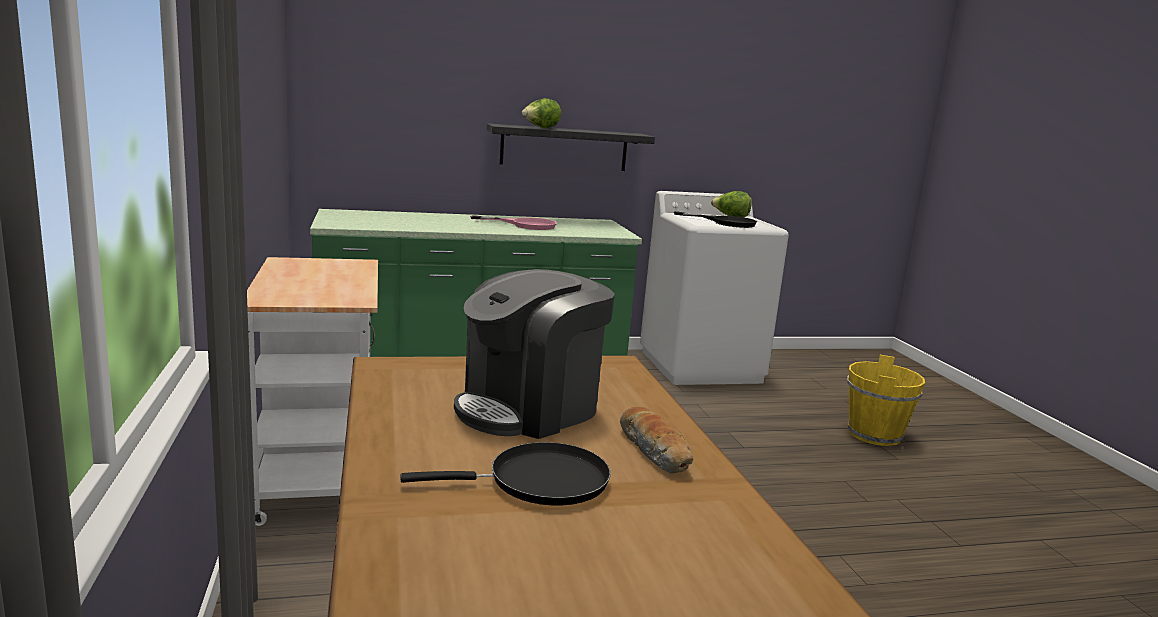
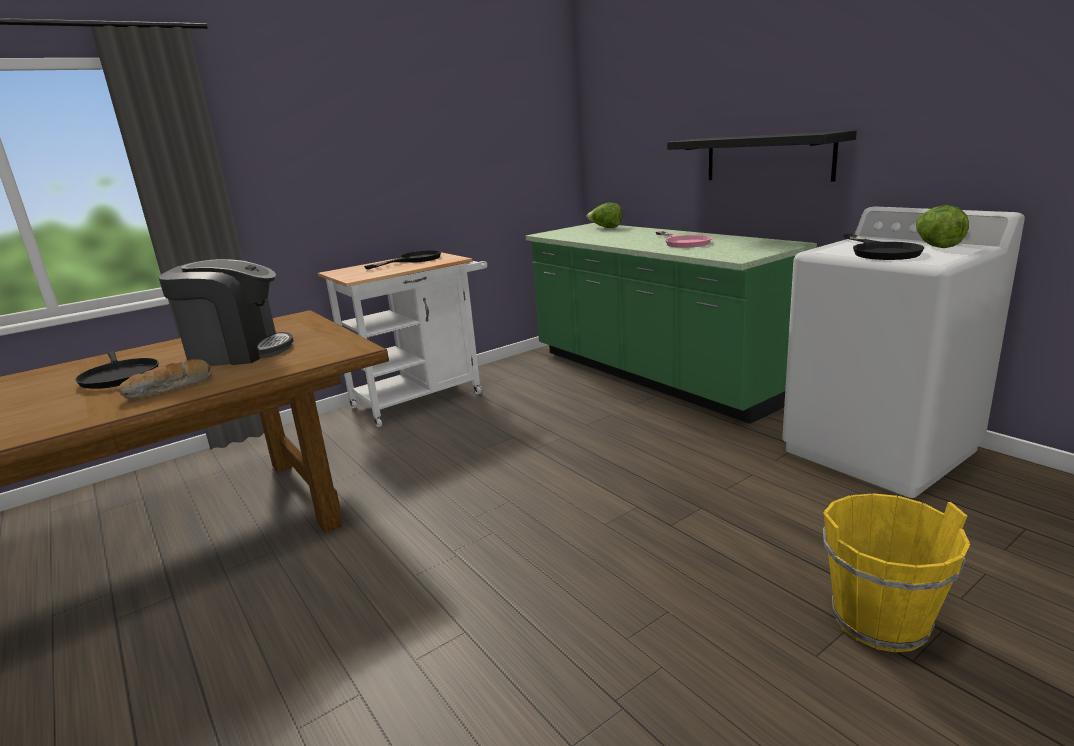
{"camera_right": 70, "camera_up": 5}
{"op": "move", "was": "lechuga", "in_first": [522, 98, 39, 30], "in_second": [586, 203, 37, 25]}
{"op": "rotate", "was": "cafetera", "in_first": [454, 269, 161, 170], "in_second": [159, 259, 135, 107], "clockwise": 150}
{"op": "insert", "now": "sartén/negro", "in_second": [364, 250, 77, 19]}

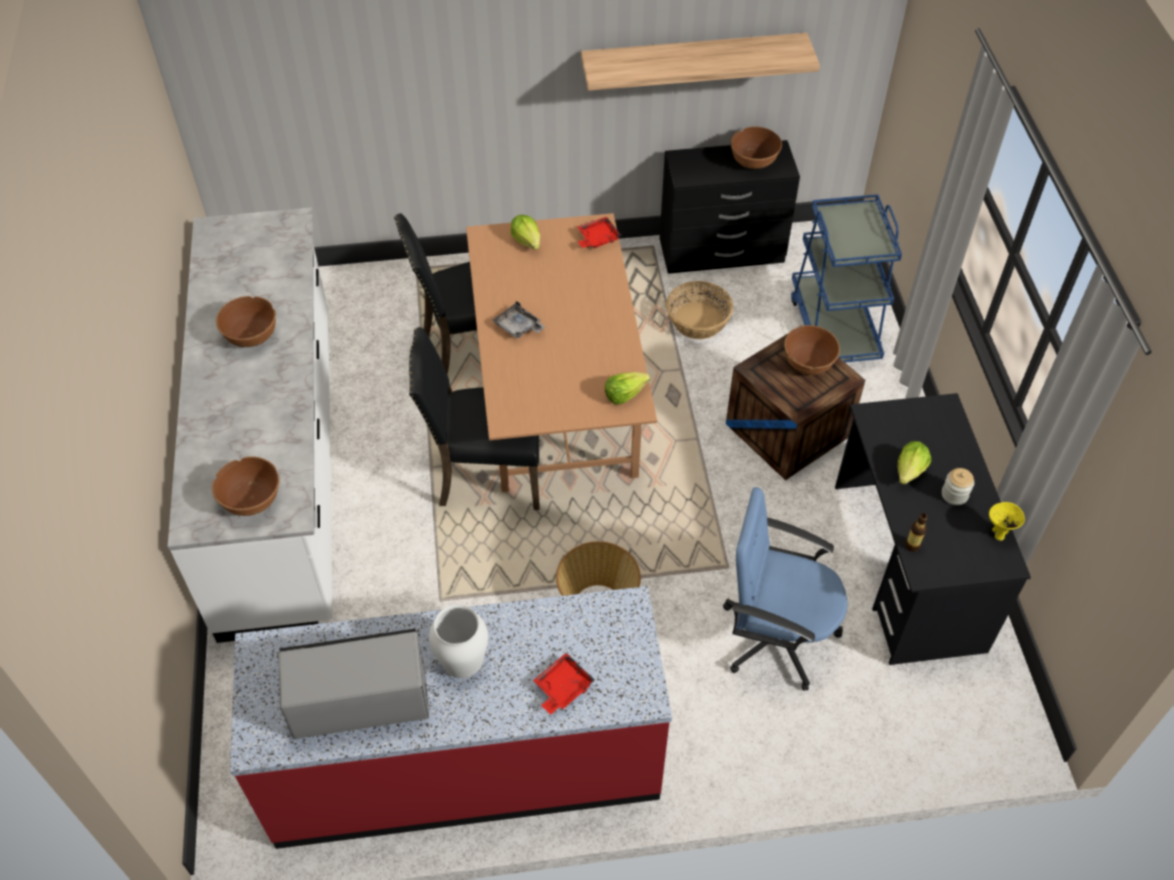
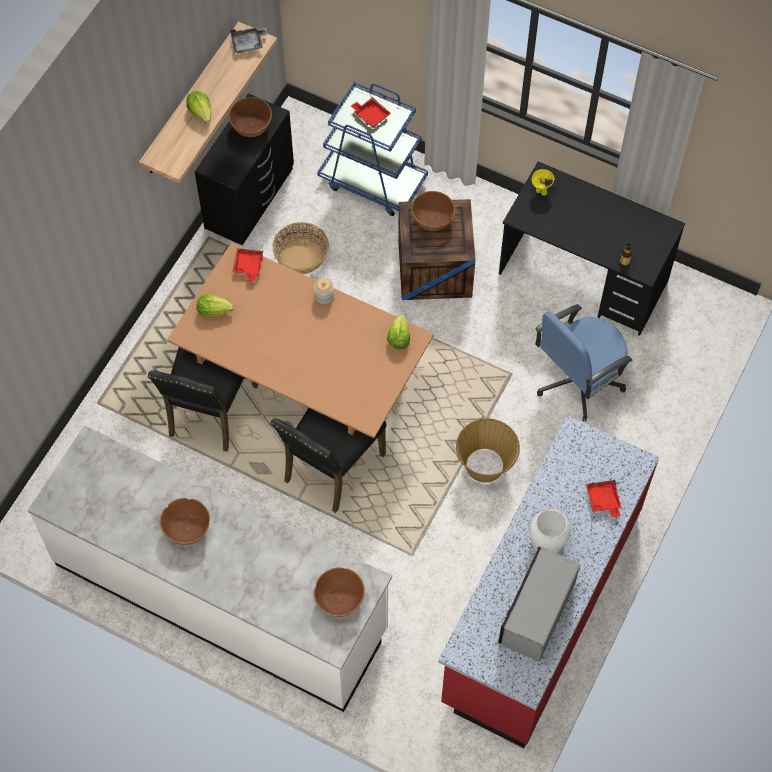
{"camera_right": -55, "camera_up": 10}
{"op": "move", "was": "bandeja/gris", "in_first": [492, 301, 53, 37], "in_second": [231, 27, 37, 26]}
{"op": "move", "was": "lechuga", "in_first": [898, 441, 33, 43], "in_second": [186, 91, 25, 33]}
{"op": "move", "was": "tarro", "in_first": [942, 468, 32, 37], "in_second": [314, 278, 20, 26]}
{"op": "move", "was": "cuenco/amarillo", "in_first": [989, 502, 36, 39], "in_second": [531, 169, 24, 27]}
{"op": "insert", "now": "bandeja/rojo", "in_second": [351, 97, 40, 31]}

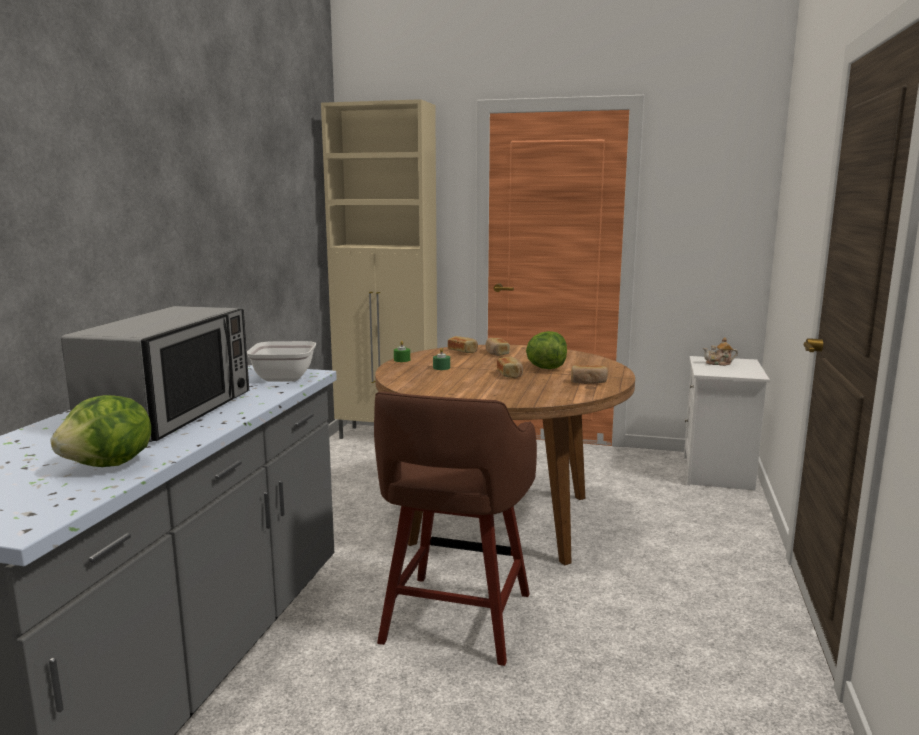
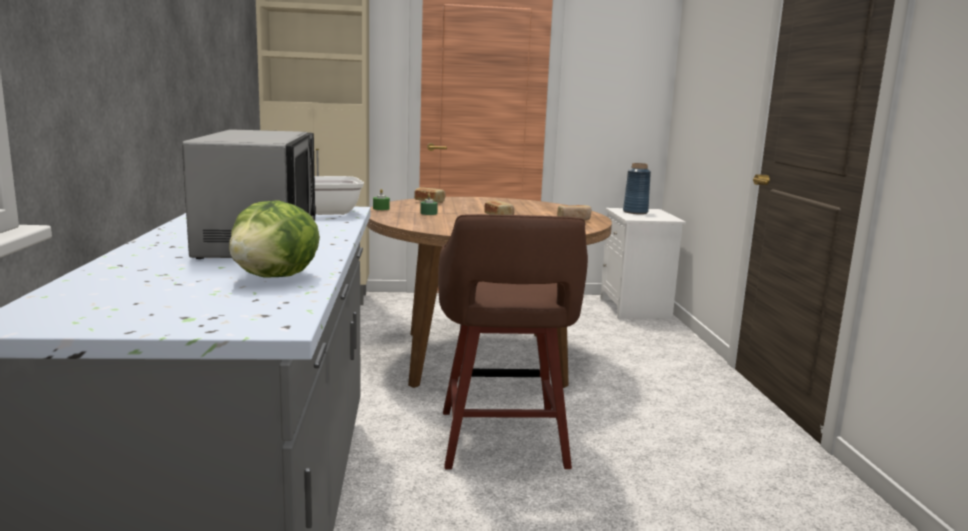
{"camera_right": -20, "camera_up": 0}
{"op": "delete", "was": "lechuga", "in_first": [526, 331, 41, 38]}
{"op": "replace", "was": "tetera", "now": "florero/azul", "in_first": [703, 337, 35, 29], "in_second": [623, 163, 28, 51]}
{"op": "delete", "was": "pan", "in_first": [486, 338, 24, 18]}

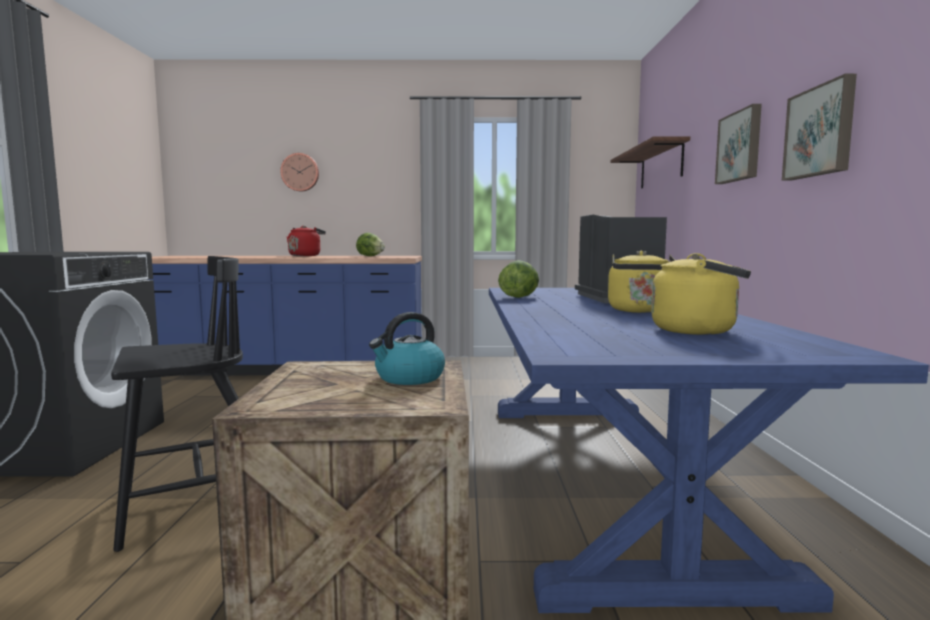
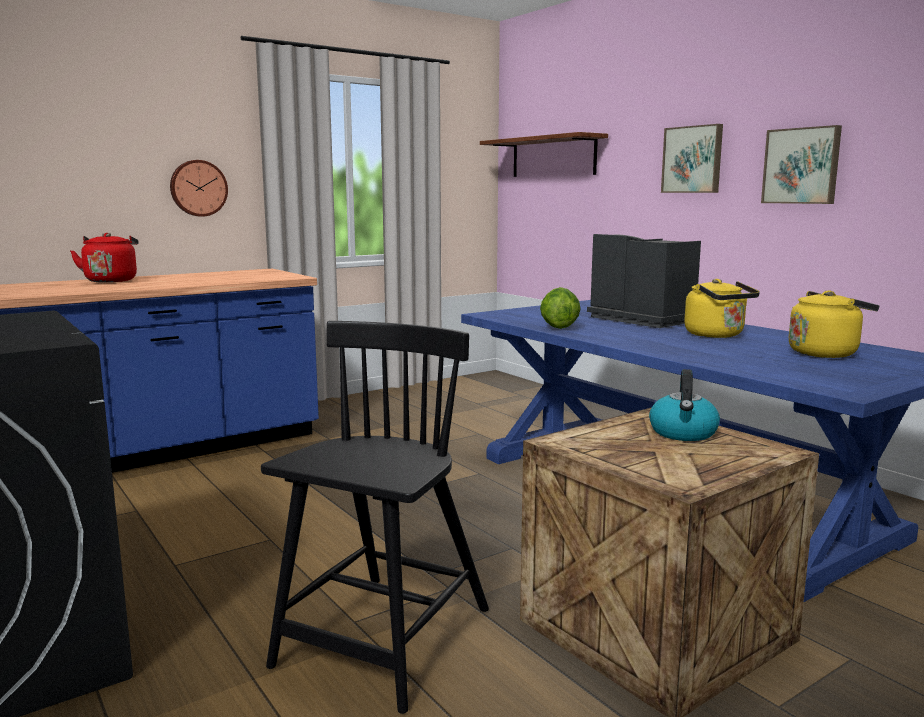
{"camera_right": -35, "camera_up": 5}
{"op": "move", "was": "reloj de pared", "in_first": [280, 153, 39, 38], "in_second": [170, 160, 58, 57]}
{"op": "delete", "was": "lechuga", "in_first": [356, 233, 29, 23]}

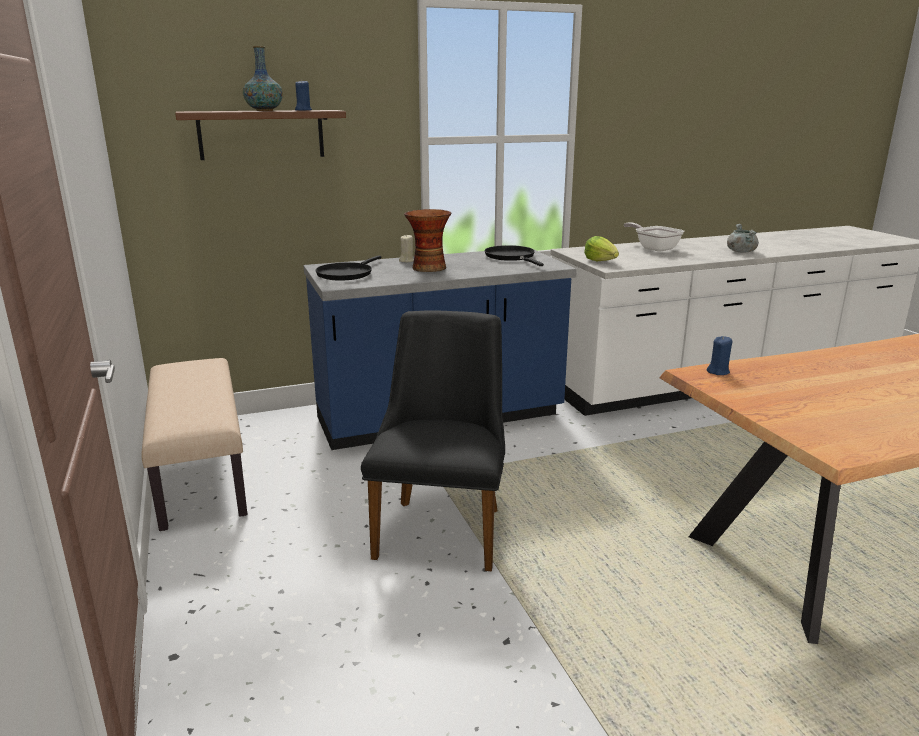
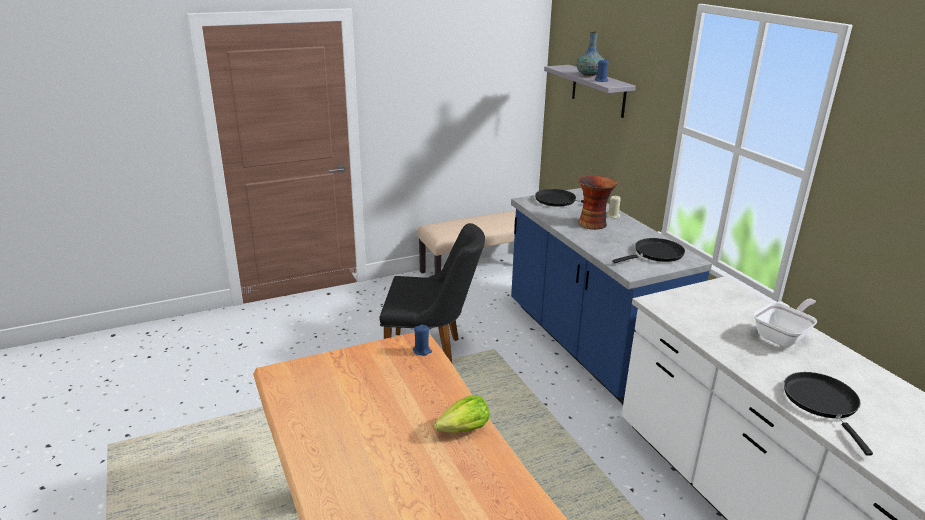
{"camera_right": 85, "camera_up": 5}
{"op": "recolor", "was": "estante/marrón", "now": "estante/gris", "in_first": [175, 110, 171, 50], "in_second": [544, 65, 92, 53]}
{"op": "replace", "was": "olla/gris", "now": "sartén/negro", "in_first": [727, 224, 31, 29], "in_second": [784, 372, 89, 84]}
{"op": "move", "was": "lechuga", "in_first": [584, 236, 35, 26], "in_second": [434, 396, 55, 37]}

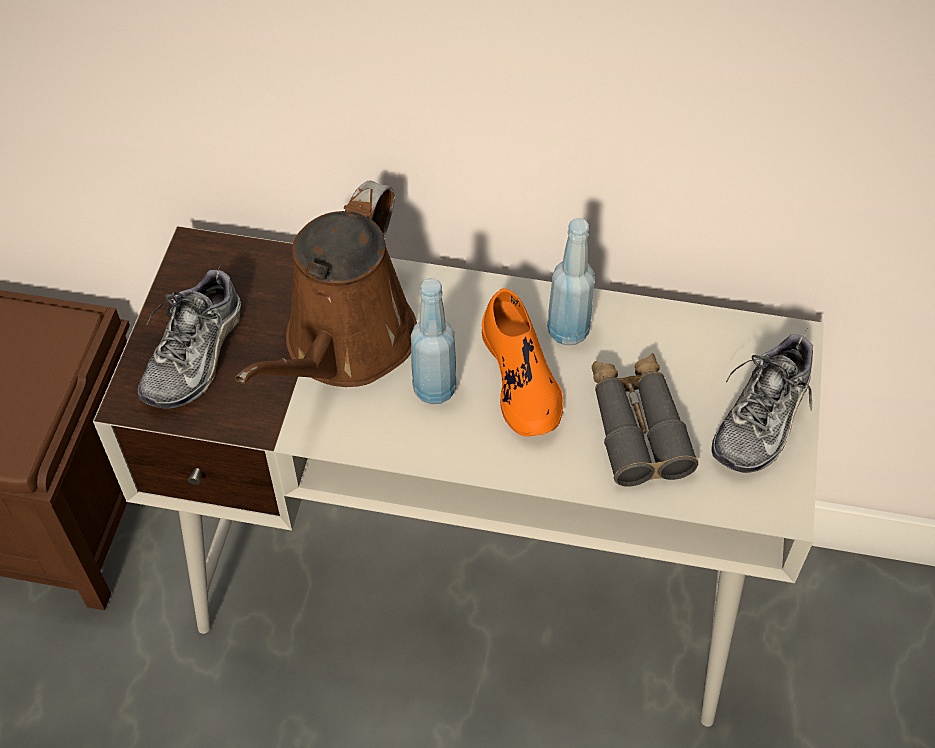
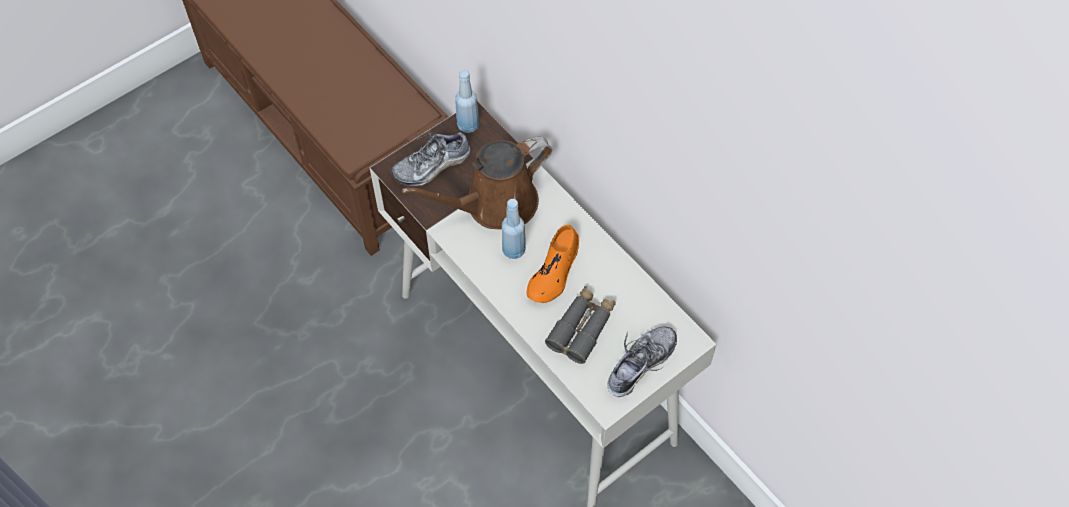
{"camera_right": 40, "camera_up": 5}
{"op": "move", "was": "botella/azul", "in_first": [547, 218, 48, 127], "in_second": [455, 70, 24, 63]}
{"op": "rotate", "was": "zapato", "in_first": [711, 329, 102, 144], "in_second": [607, 327, 70, 70], "clockwise": 150}

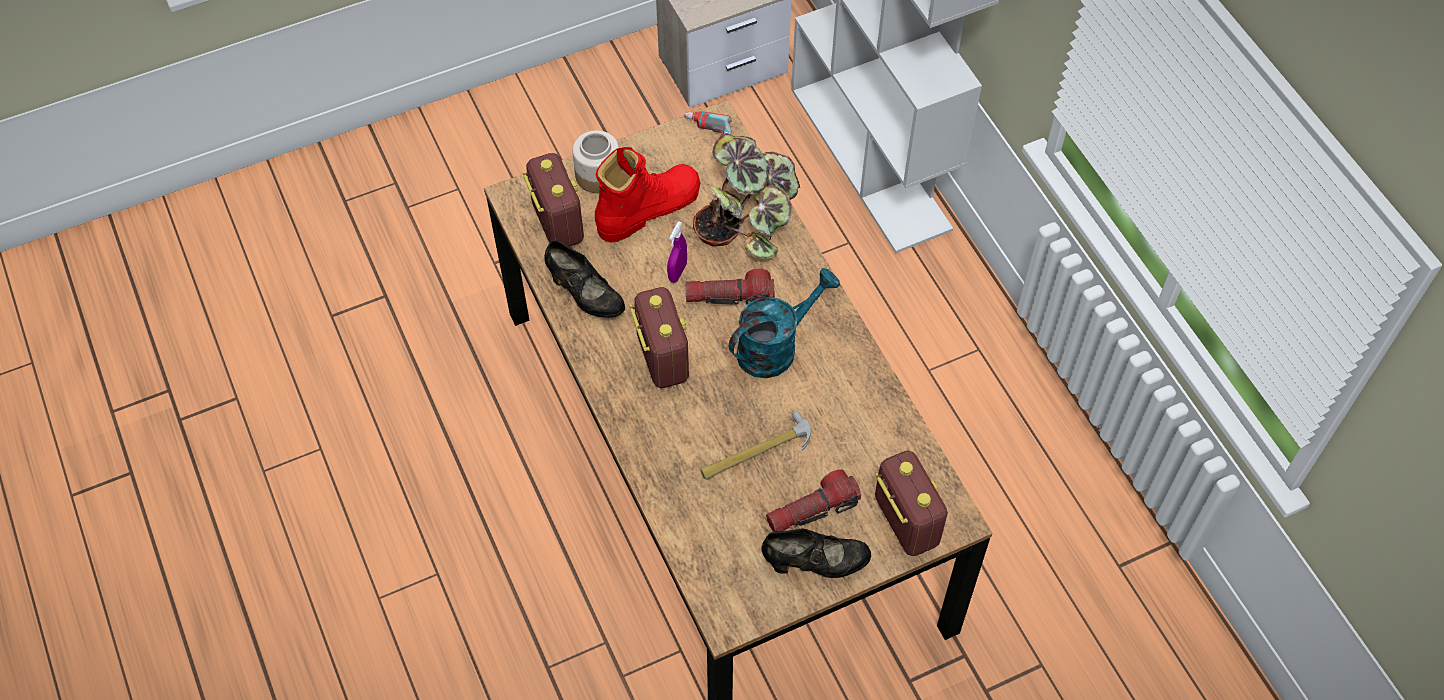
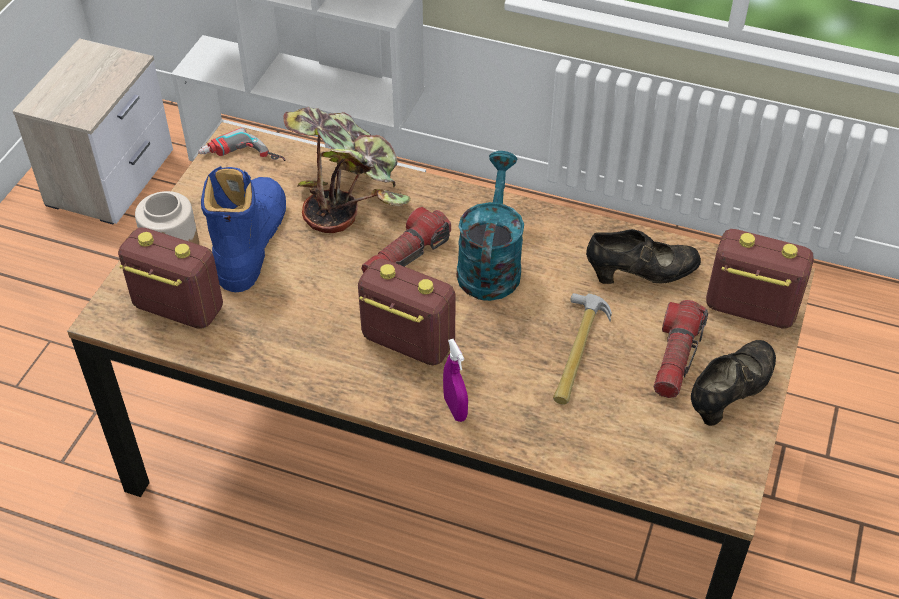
{"camera_right": -45, "camera_up": -10}
{"op": "recolor", "was": "bota/rojo", "now": "bota/azul", "in_first": [595, 147, 105, 95], "in_second": [201, 166, 85, 126]}
{"op": "move", "was": "pulverizador/morado", "in_first": [667, 221, 20, 62], "in_second": [443, 339, 25, 83]}
{"op": "move", "was": "zapato/negro", "in_first": [545, 240, 80, 78], "in_second": [586, 229, 115, 55]}

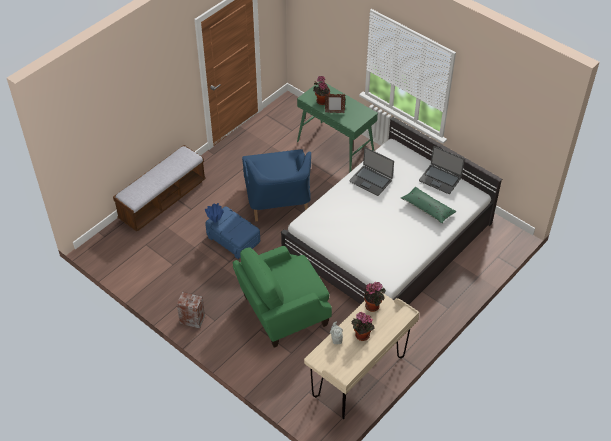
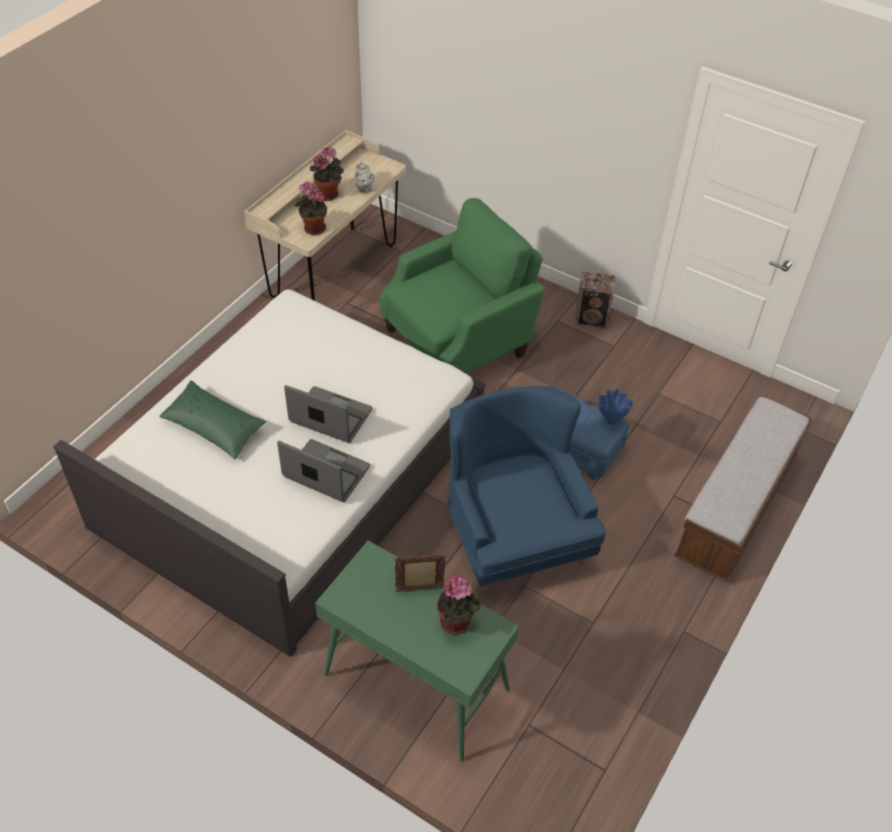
{"camera_right": 170, "camera_up": 0}
{"op": "move", "was": "portátil", "in_first": [419, 146, 46, 48], "in_second": [284, 385, 88, 58]}

